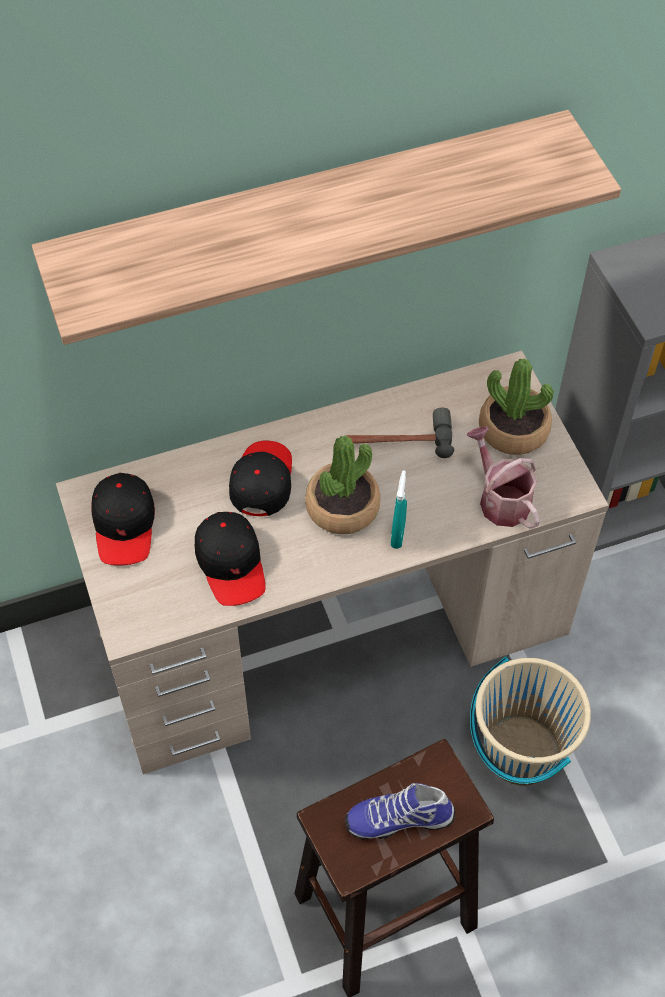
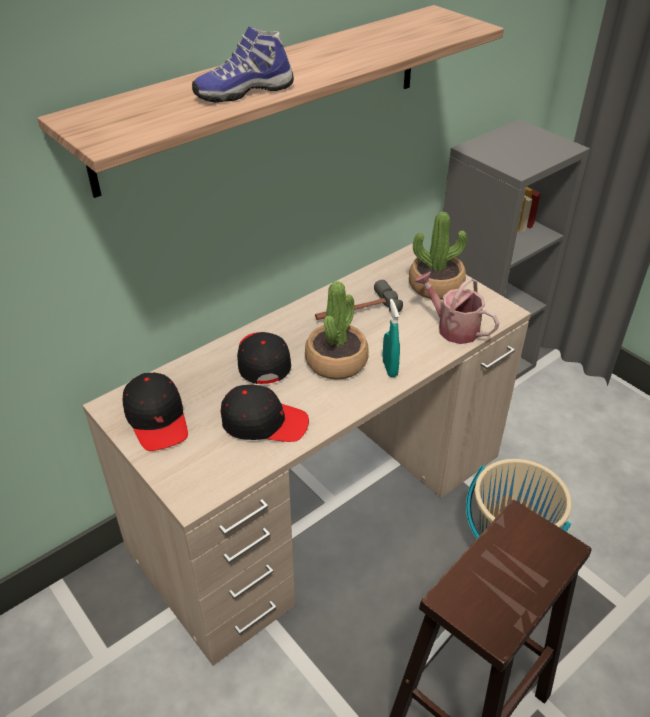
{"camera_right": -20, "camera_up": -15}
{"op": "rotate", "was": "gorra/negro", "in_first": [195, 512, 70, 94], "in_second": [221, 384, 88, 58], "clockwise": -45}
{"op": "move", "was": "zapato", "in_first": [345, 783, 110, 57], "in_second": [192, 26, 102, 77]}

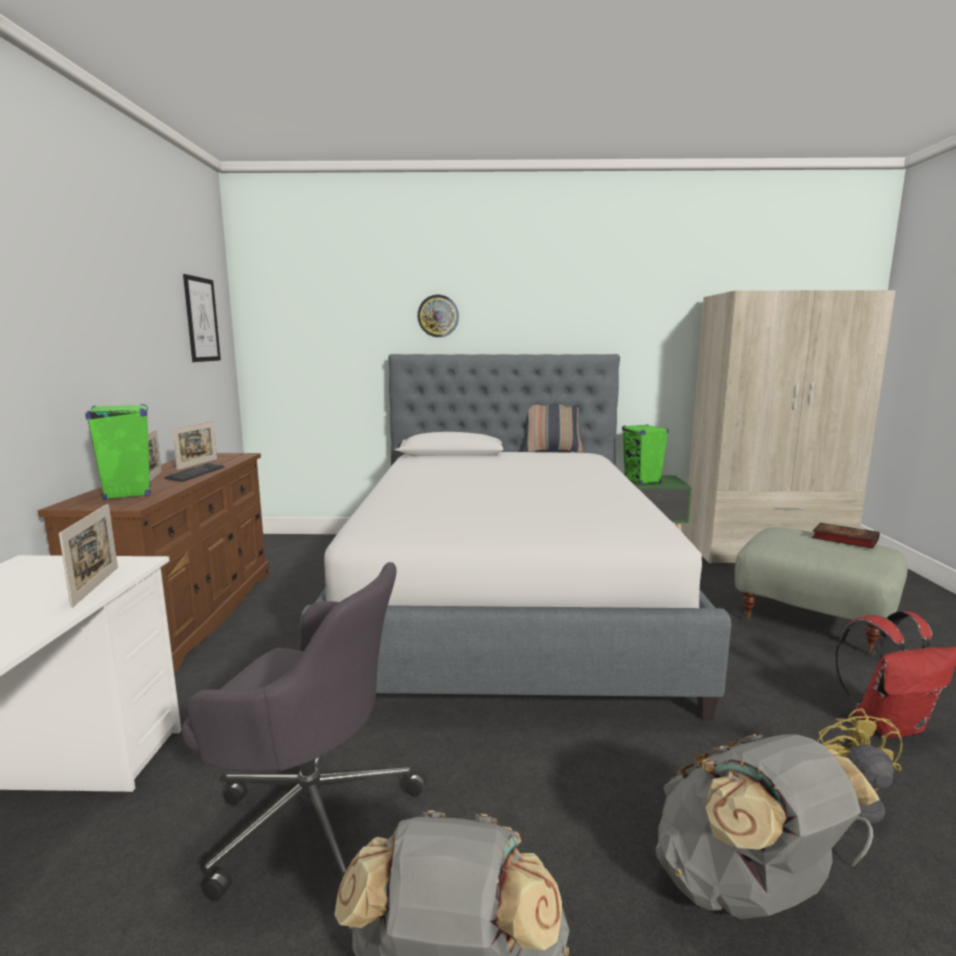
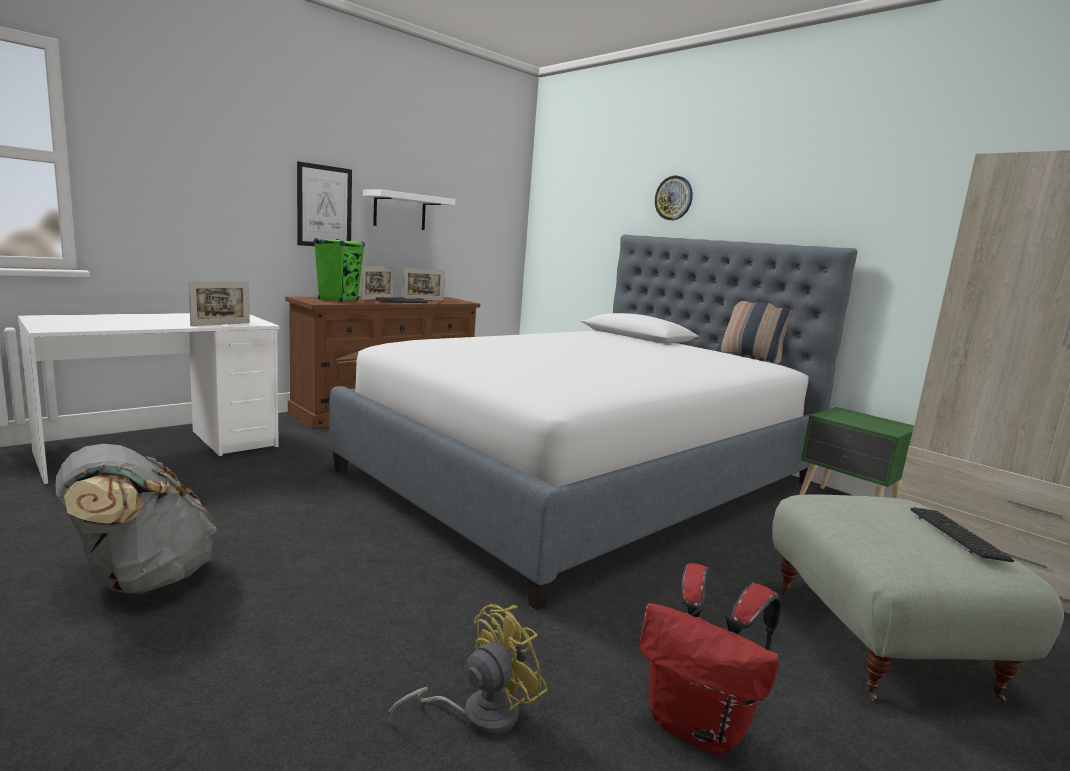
{"camera_right": 45, "camera_up": 0}
{"op": "move", "was": "cuadro", "in_first": [183, 274, 38, 88], "in_second": [297, 161, 55, 85]}
{"op": "delete", "was": "altavoz/verde", "in_first": [622, 424, 47, 60]}
{"op": "replace", "was": "libro", "now": "teclado", "in_first": [812, 523, 68, 26], "in_second": [910, 507, 104, 55]}
{"op": "delete", "was": "silla de oficina/gris", "in_first": [182, 562, 244, 339]}
{"op": "delete", "was": "mochila/gris", "in_first": [656, 734, 224, 185]}
{"op": "insert", "now": "estante/blanco", "in_second": [363, 189, 92, 41]}

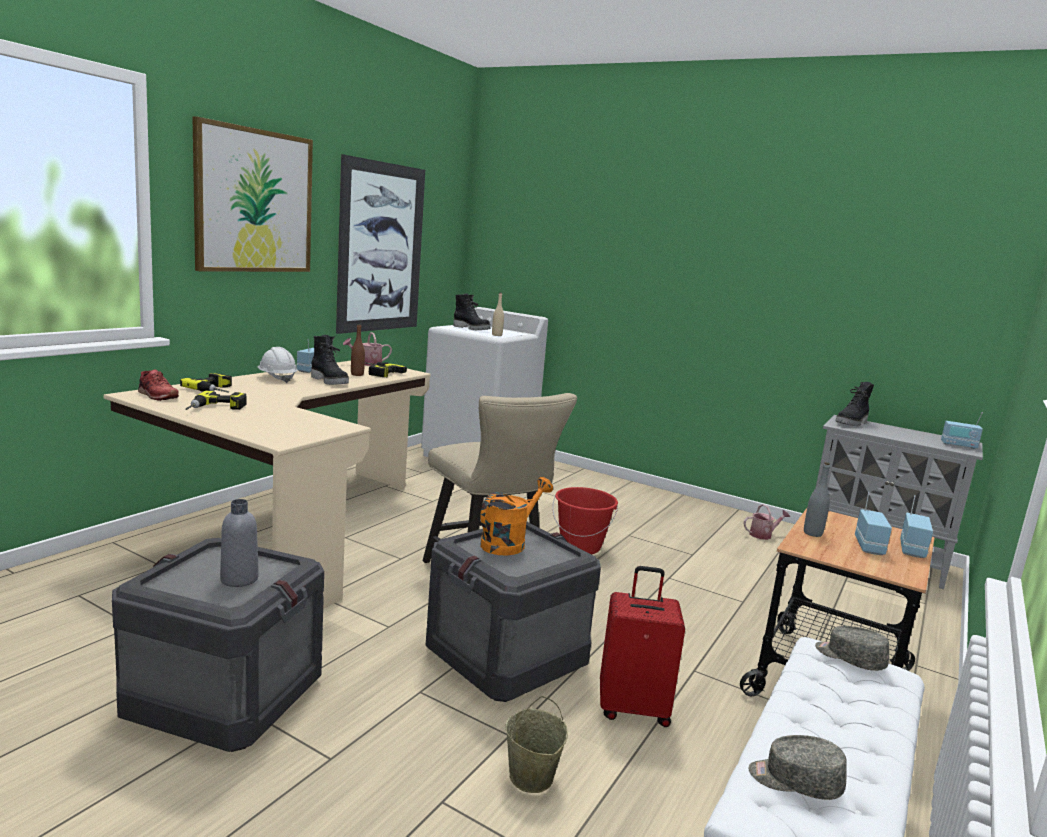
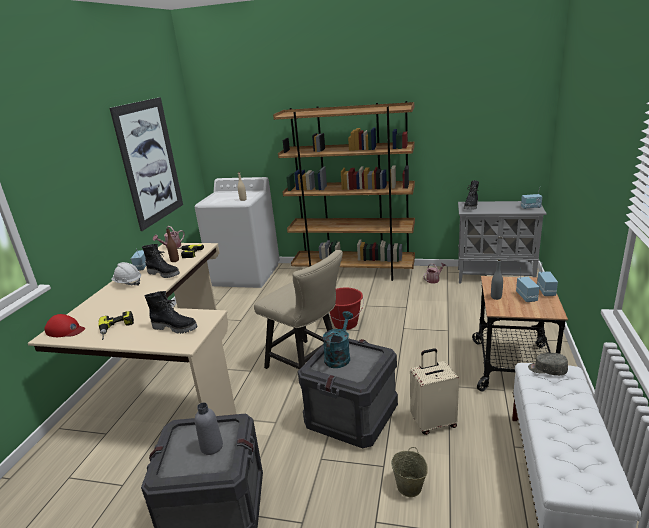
{"camera_right": -15, "camera_up": 10}
{"op": "delete", "was": "cuadro", "in_first": [192, 116, 121, 156]}
{"op": "move", "was": "bota/negro", "in_first": [453, 293, 38, 37], "in_second": [145, 291, 53, 43]}
{"op": "replace", "was": "zapato/rojo", "now": "gorra/rojo", "in_first": [138, 369, 41, 32], "in_second": [45, 314, 40, 23]}
{"op": "delete", "was": "taladro", "in_first": [180, 373, 52, 20]}
{"op": "recolor", "was": "regadera/naranja", "now": "regadera/turquesa", "in_first": [480, 477, 73, 79], "in_second": [323, 311, 30, 57]}
{"op": "recolor", "was": "maleta/rojo", "now": "maleta/beis", "in_first": [600, 566, 85, 161], "in_second": [410, 348, 49, 87]}
{"op": "delete", "was": "gorra/gris", "in_first": [749, 735, 98, 65]}
{"op": "insert", "now": "estantería/marrón", "in_second": [273, 101, 142, 180]}

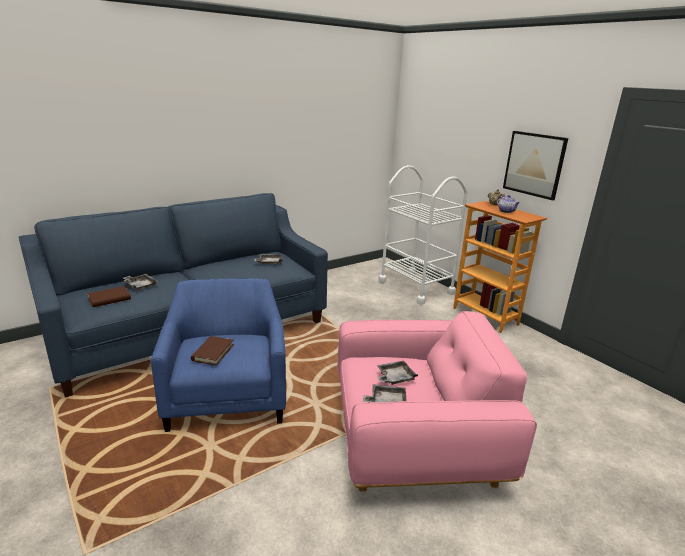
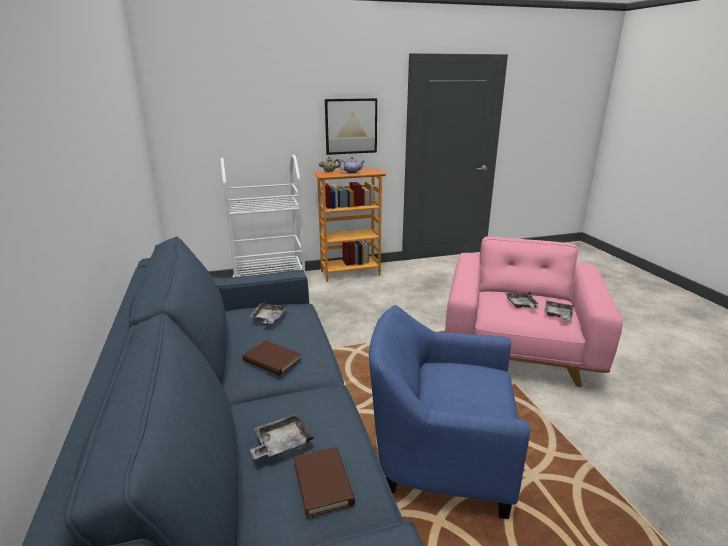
{"camera_right": -70, "camera_up": 0}
{"op": "move", "was": "libro/marrón", "in_first": [191, 336, 43, 29], "in_second": [242, 340, 59, 36]}

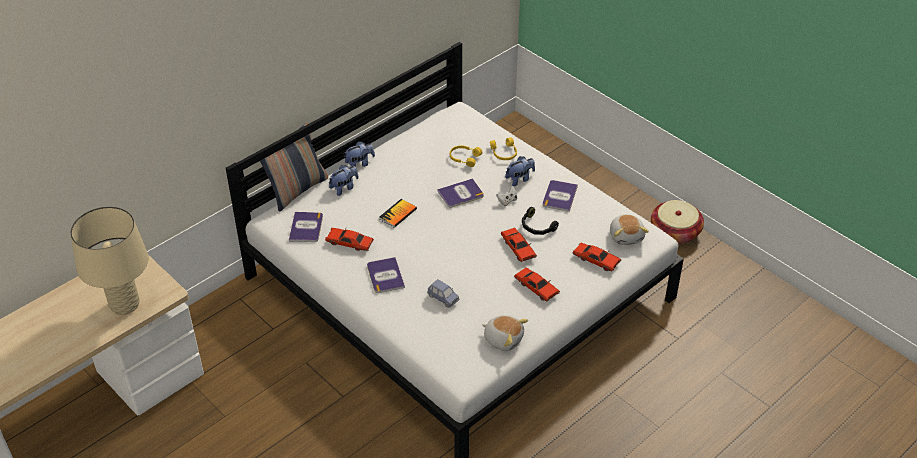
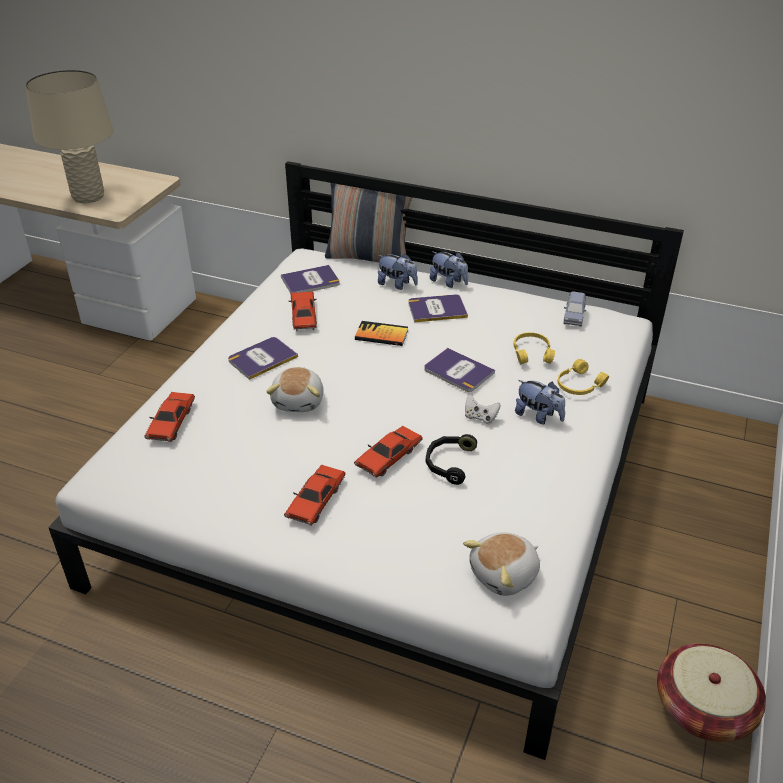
{"camera_right": 65, "camera_up": -5}
{"op": "move", "was": "libro", "in_first": [543, 180, 35, 32], "in_second": [408, 294, 60, 29]}
{"op": "move", "was": "coche de juguete/rojo", "in_first": [573, 243, 48, 28], "in_second": [144, 392, 51, 50]}
{"op": "move", "was": "coche de juguete/azul", "in_first": [427, 279, 32, 29], "in_second": [563, 291, 23, 36]}
{"op": "move", "was": "peluche", "in_first": [482, 315, 46, 36], "in_second": [266, 367, 58, 45]}

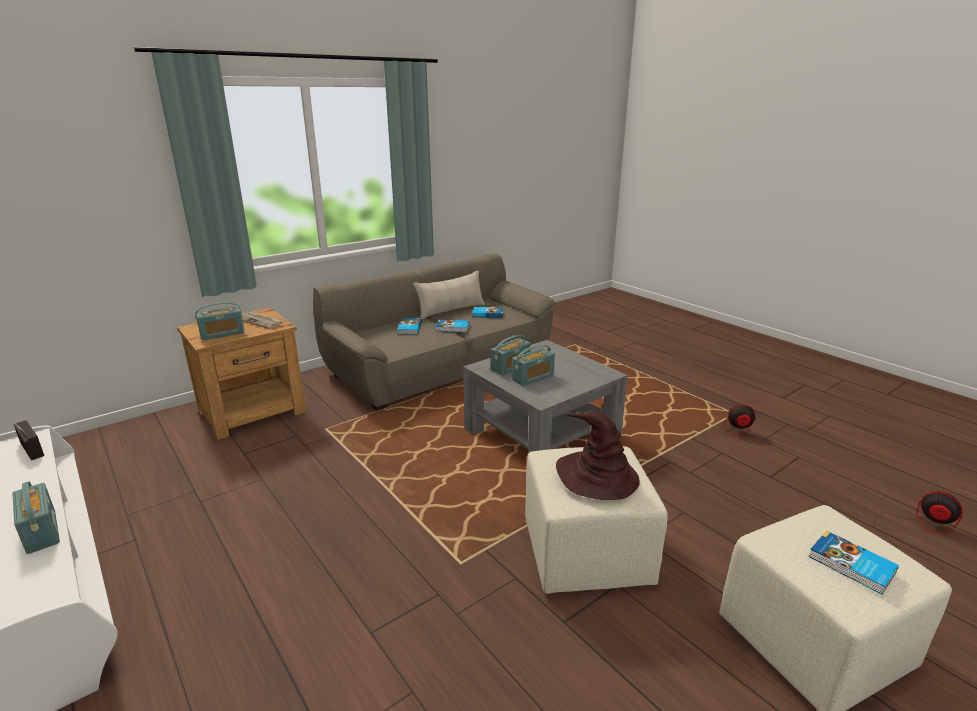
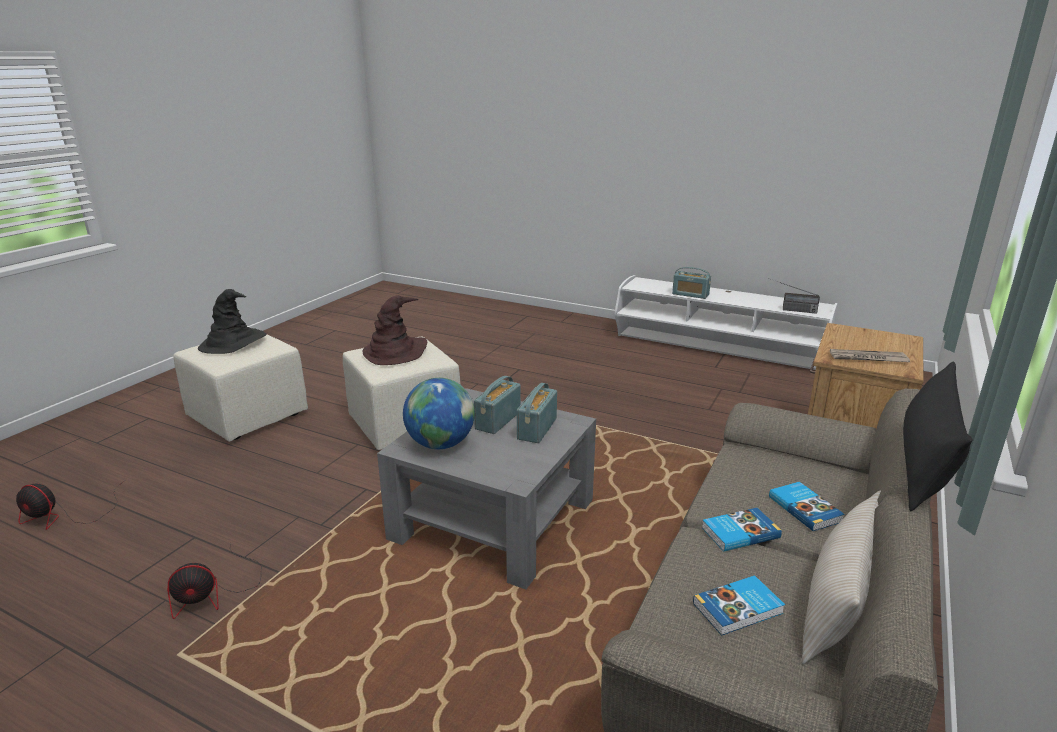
{"camera_right": 155, "camera_up": 0}
{"op": "delete", "was": "radio", "in_first": [195, 302, 50, 38]}
{"op": "replace", "was": "libro", "now": "sombrero/negro", "in_first": [808, 531, 91, 63], "in_second": [198, 289, 69, 65]}
{"op": "insert", "now": "cojín/negro", "in_second": [903, 361, 69, 150]}
{"op": "insert", "now": "globo terráqueo", "in_second": [403, 378, 72, 71]}

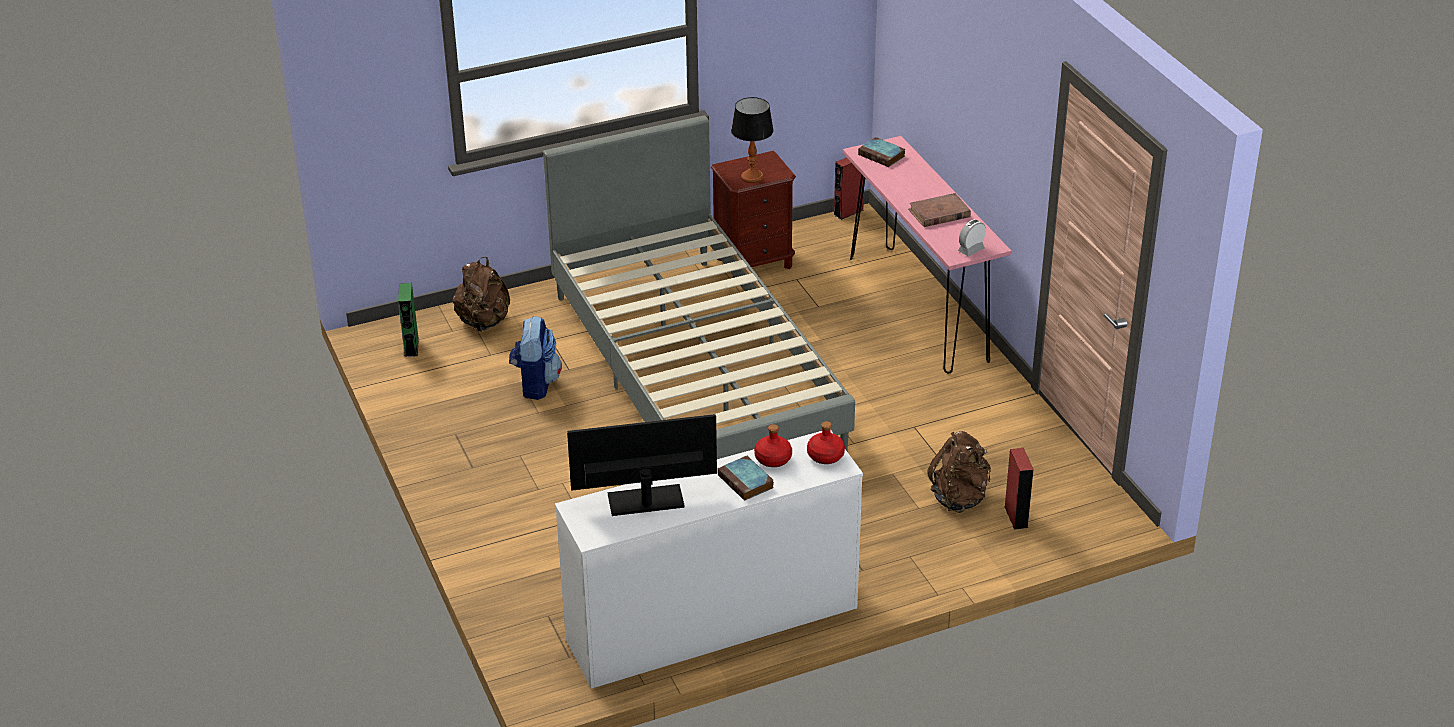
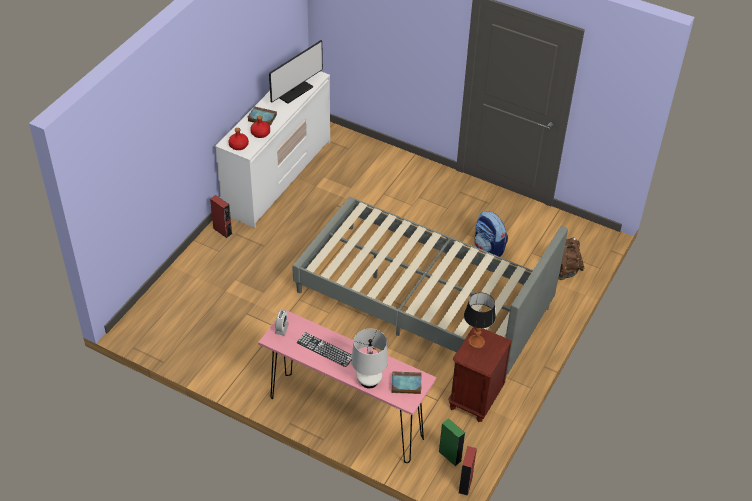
{"camera_right": 140, "camera_up": 10}
{"op": "replace", "was": "libro/marrón", "now": "teclado", "in_first": [908, 193, 63, 34], "in_second": [296, 332, 56, 35]}
{"op": "move", "was": "altavoz/verde", "in_first": [398, 283, 21, 74], "in_second": [438, 418, 27, 48]}
{"op": "delete", "was": "mochila/marrón", "in_first": [927, 431, 64, 82]}
{"op": "move", "was": "altavoz/rojo", "in_first": [1004, 448, 30, 82], "in_second": [210, 195, 22, 43]}
{"op": "insert", "now": "lámpara de mesa/blanco", "in_second": [352, 329, 36, 59]}

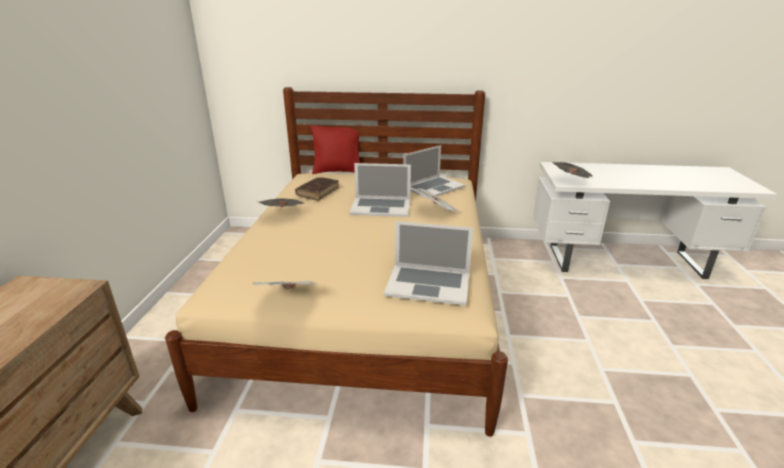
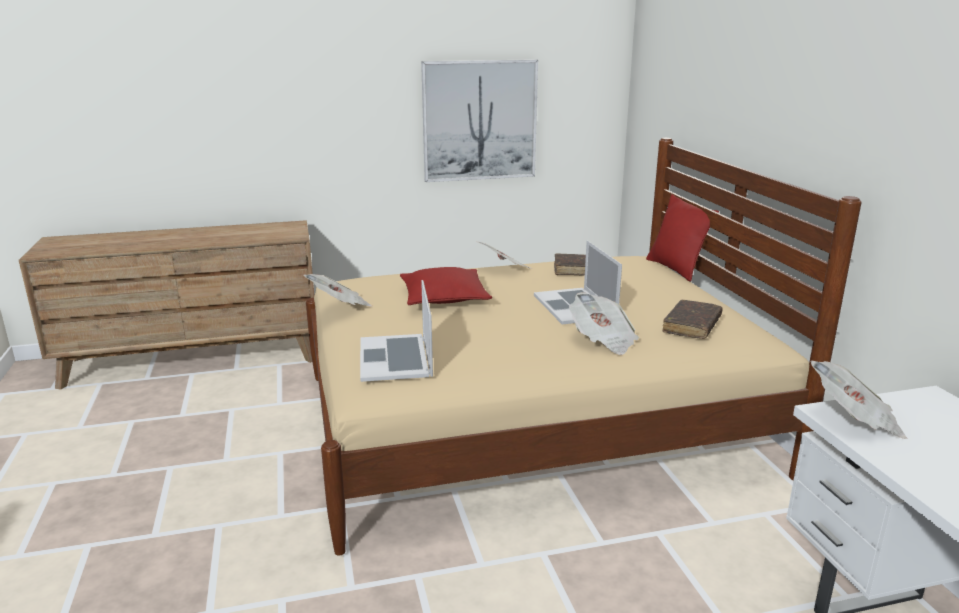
{"camera_right": 70, "camera_up": -5}
{"op": "replace", "was": "portátil", "now": "libro/marrón", "in_first": [403, 145, 62, 54], "in_second": [662, 300, 61, 39]}
{"op": "insert", "now": "cuadro", "in_second": [421, 59, 117, 123]}
{"op": "insert", "now": "cojín/rojo", "in_second": [400, 267, 92, 38]}

